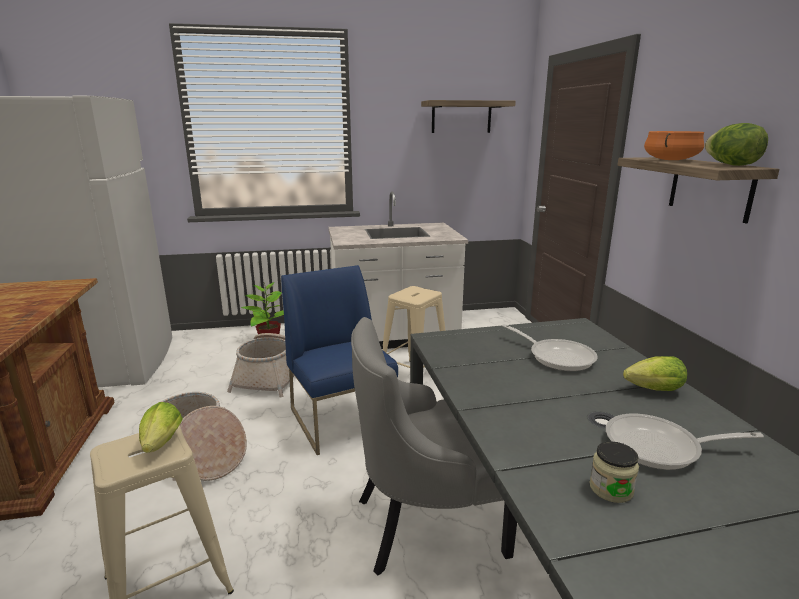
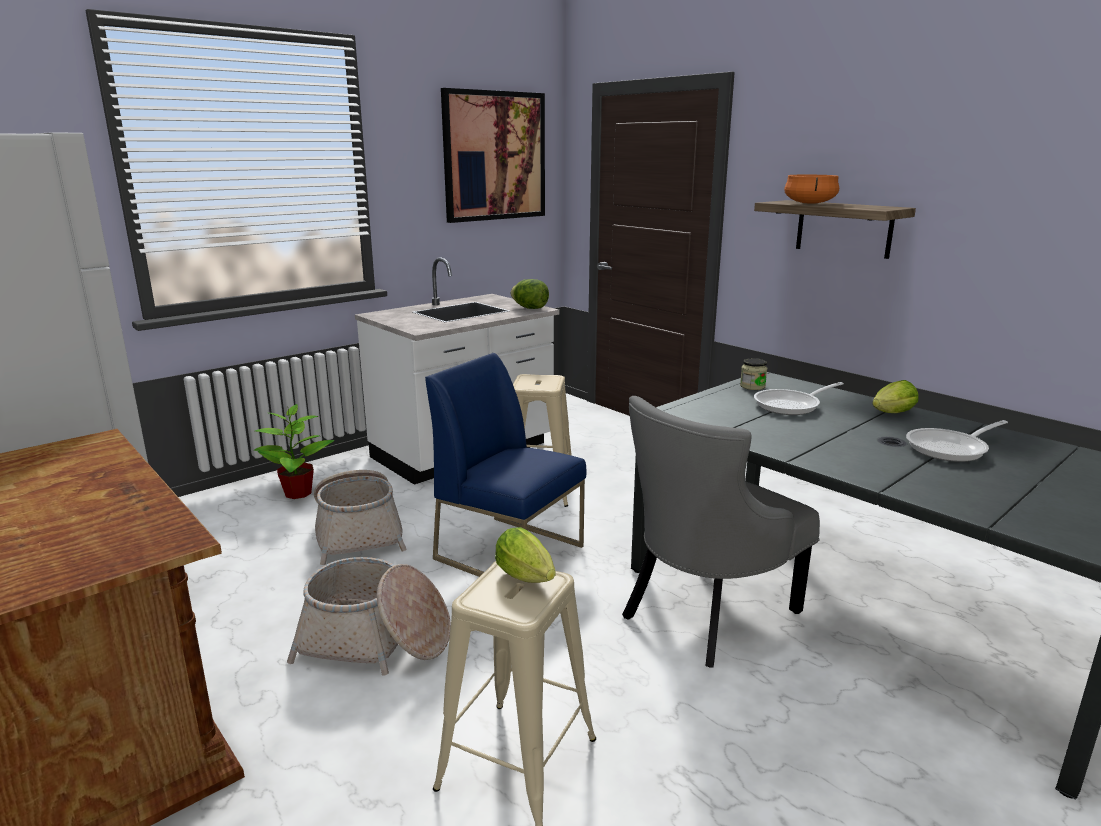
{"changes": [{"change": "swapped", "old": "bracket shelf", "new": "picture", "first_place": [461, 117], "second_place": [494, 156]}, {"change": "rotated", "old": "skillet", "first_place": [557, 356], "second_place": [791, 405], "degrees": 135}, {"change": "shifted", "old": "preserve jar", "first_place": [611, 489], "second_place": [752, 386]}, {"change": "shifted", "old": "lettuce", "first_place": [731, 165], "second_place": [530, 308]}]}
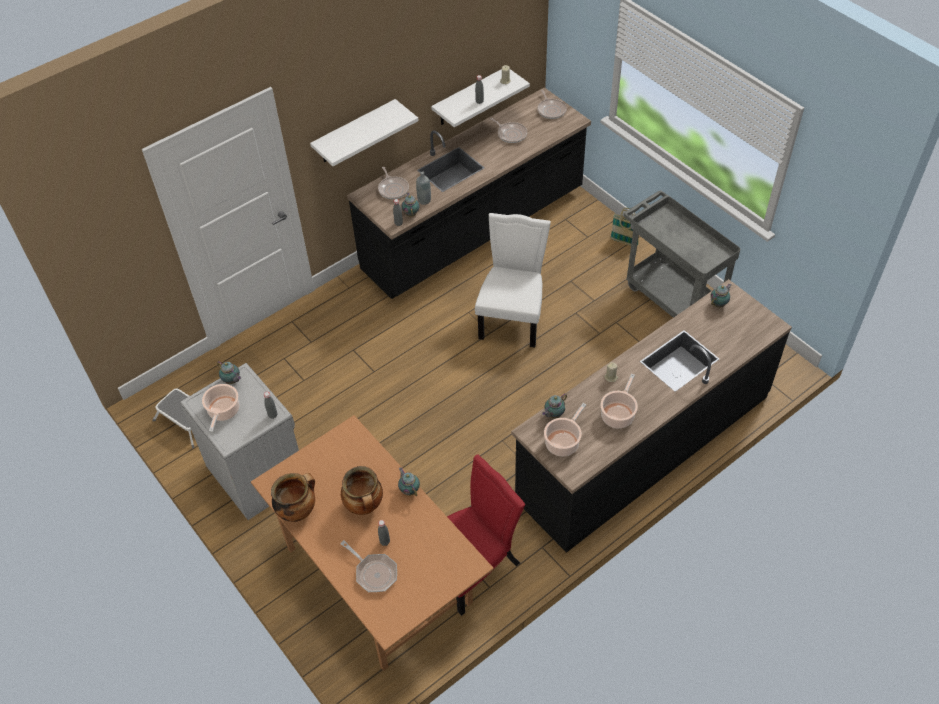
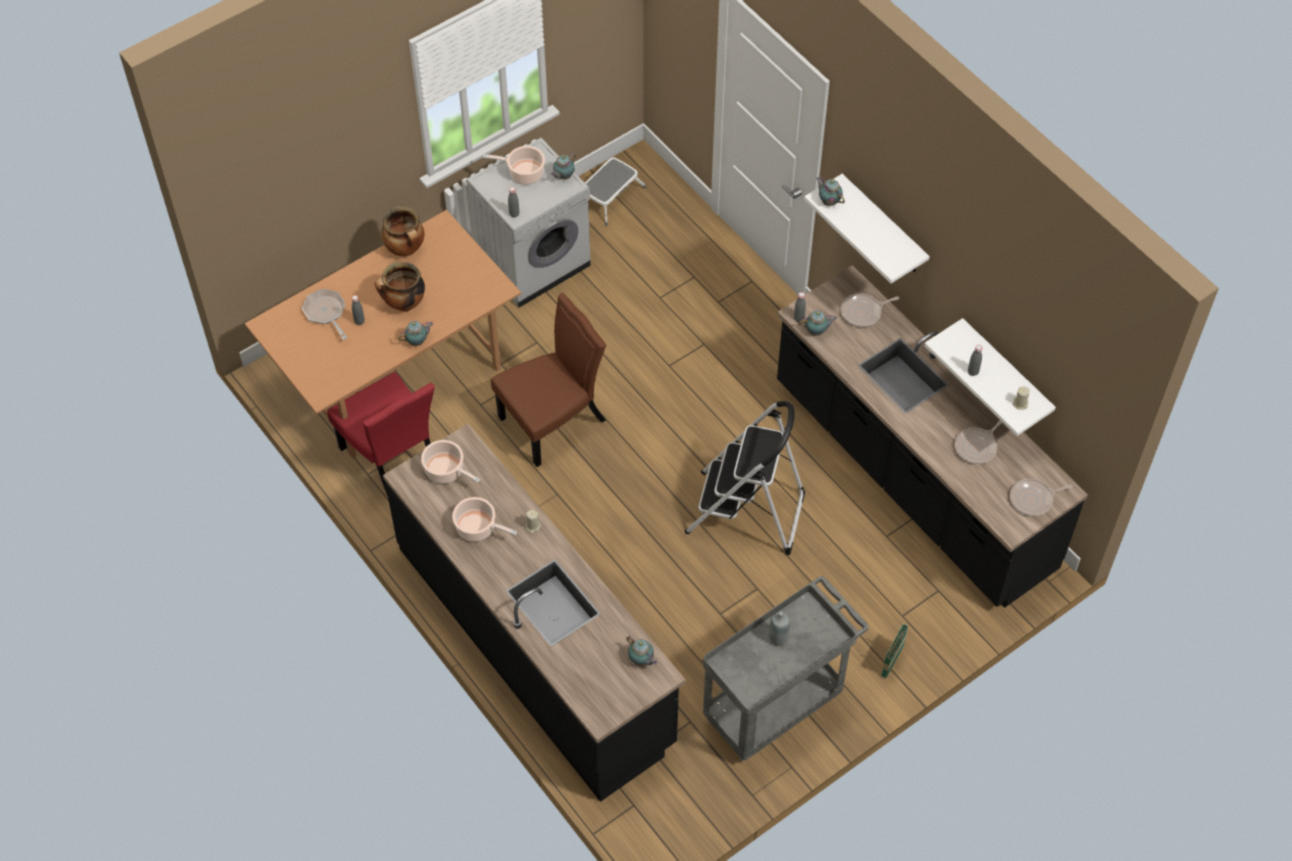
{"changes": [{"change": "rotated", "old": "skillet", "first_place": [374, 572], "second_place": [326, 313], "degrees": 105}, {"change": "shifted", "old": "grey bottle", "first_place": [424, 200], "second_place": [778, 638]}, {"change": "swapped", "old": "white upright chair", "new": "step stool", "first_place": [512, 319], "second_place": [748, 514]}, {"change": "shifted", "old": "pot for tea", "first_place": [553, 415], "second_place": [828, 201]}, {"change": "new", "new": "brown upright chair", "second_place": [552, 422]}]}
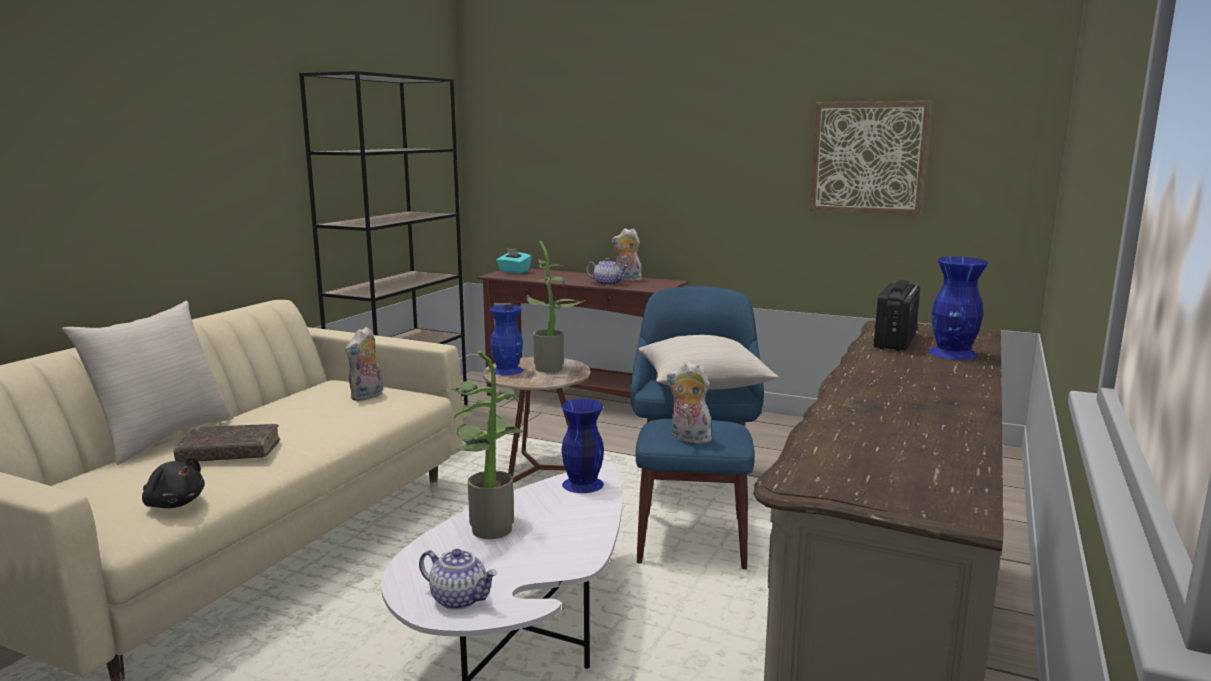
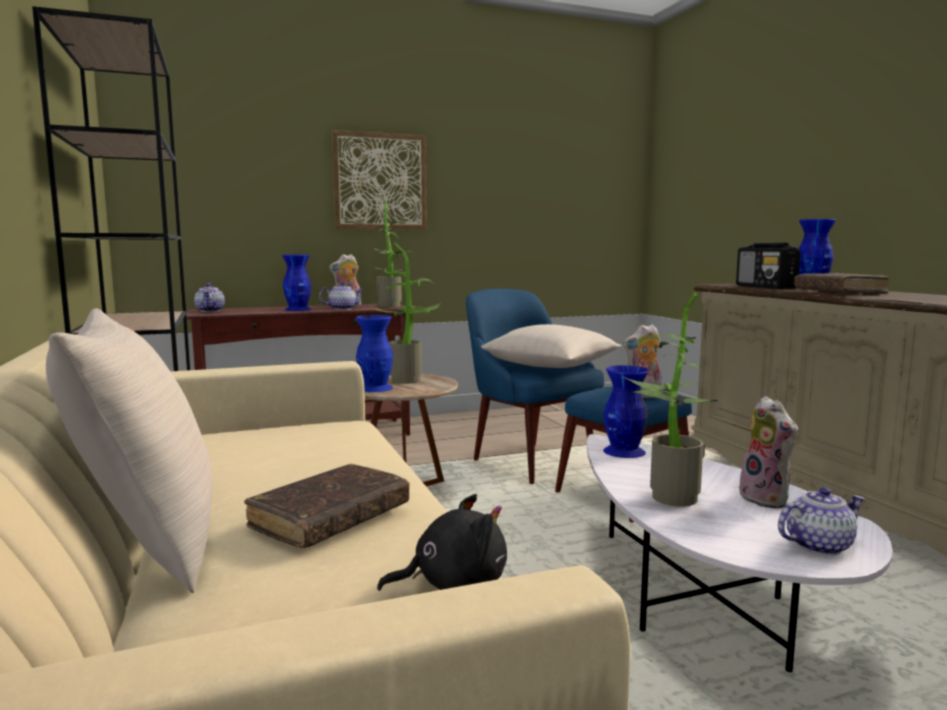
{"changes": [{"change": "shifted", "old": "soft toy", "first_place": [367, 396], "second_place": [767, 499]}, {"change": "swapped", "old": "turquoise tissue holder", "new": "pot for tea", "first_place": [514, 272], "second_place": [210, 311]}, {"change": "shifted", "old": "picture", "first_place": [868, 156], "second_place": [380, 180]}, {"change": "new", "new": "blue flower vase", "second_place": [298, 309]}, {"change": "new", "new": "potted plant", "second_place": [393, 306]}, {"change": "new", "new": "brown bound book", "second_place": [838, 292]}]}
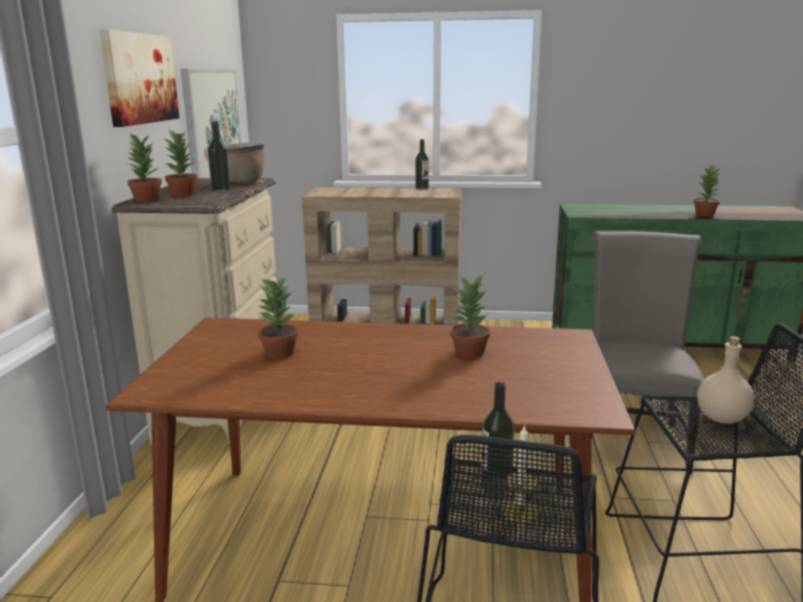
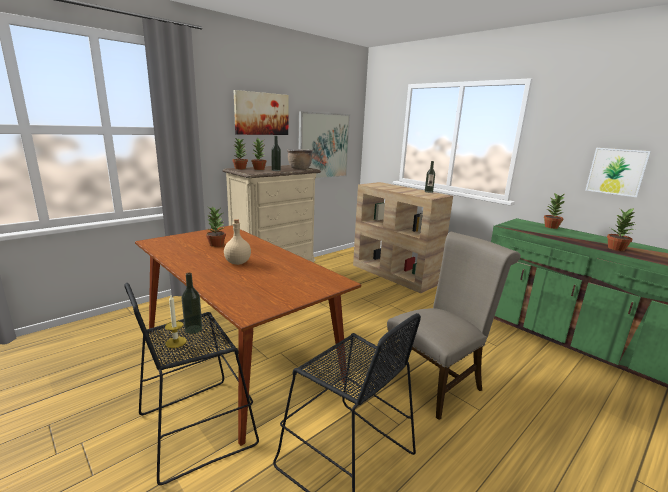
{"changes": [{"change": "shifted", "old": "potted plant", "first_place": [470, 353], "second_place": [551, 227]}, {"change": "shifted", "old": "beige bottle", "first_place": [722, 418], "second_place": [238, 263]}, {"change": "new", "new": "picture", "second_place": [616, 171]}]}
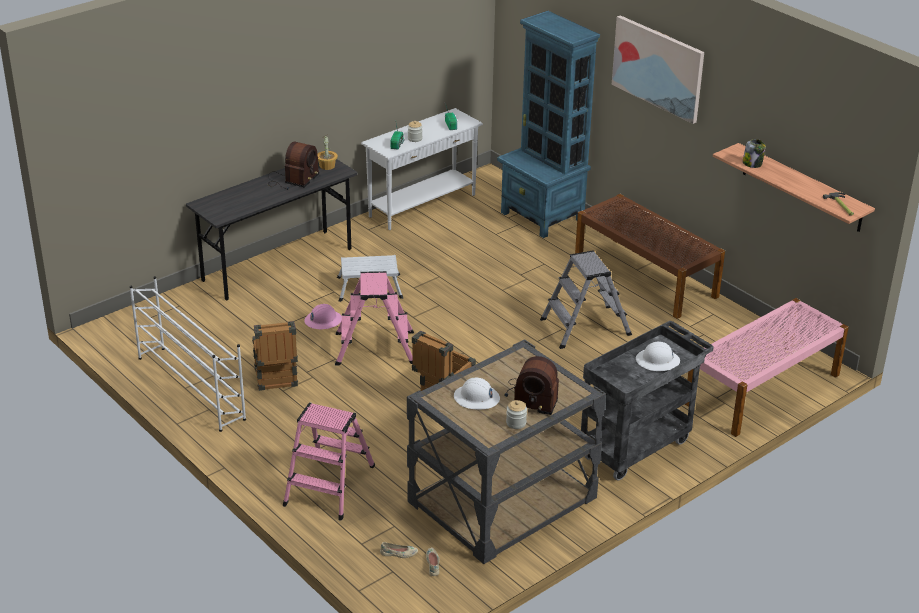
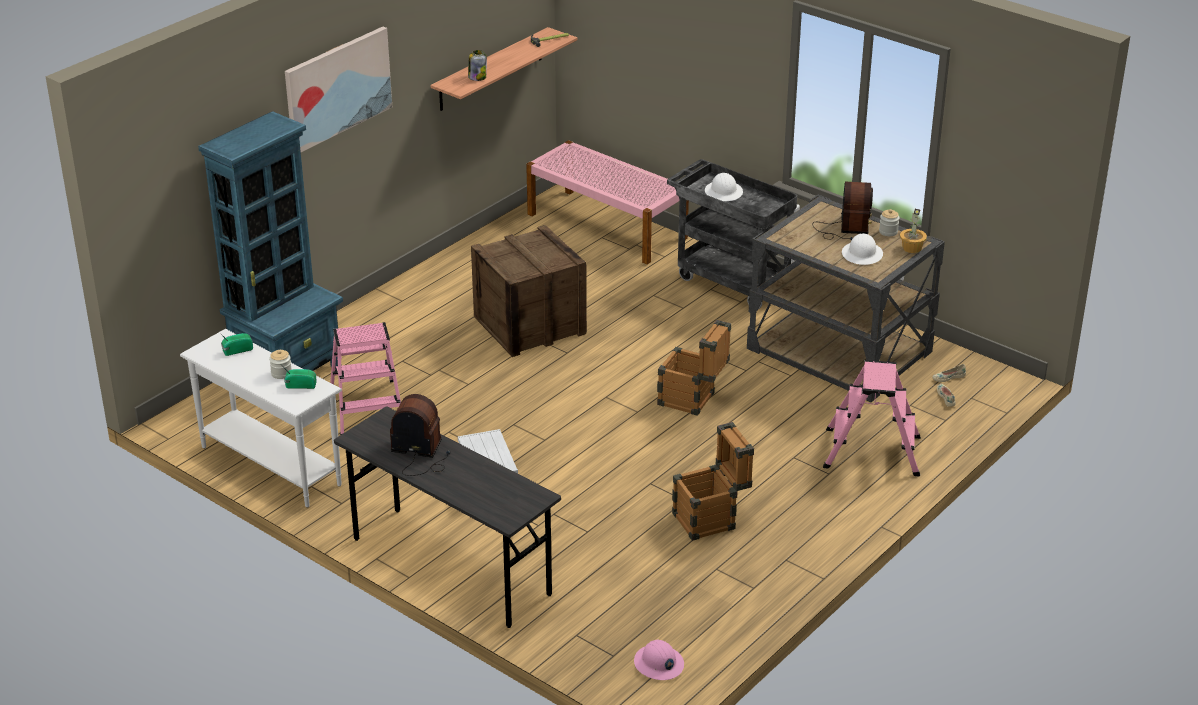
{"changes": [{"change": "gone", "old": "white shoe shelf", "first_place": [190, 388]}, {"change": "shifted", "old": "pink hard hat", "first_place": [323, 320], "second_place": [658, 664]}, {"change": "shifted", "old": "potted plant", "first_place": [327, 166], "second_place": [912, 248]}, {"change": "shifted", "old": "pink step stool", "first_place": [374, 348], "second_place": [367, 408]}, {"change": "swapped", "old": "grey step stool", "new": "crate", "first_place": [585, 327], "second_place": [529, 325]}, {"change": "gone", "old": "brown indoor bench", "first_place": [646, 277]}]}
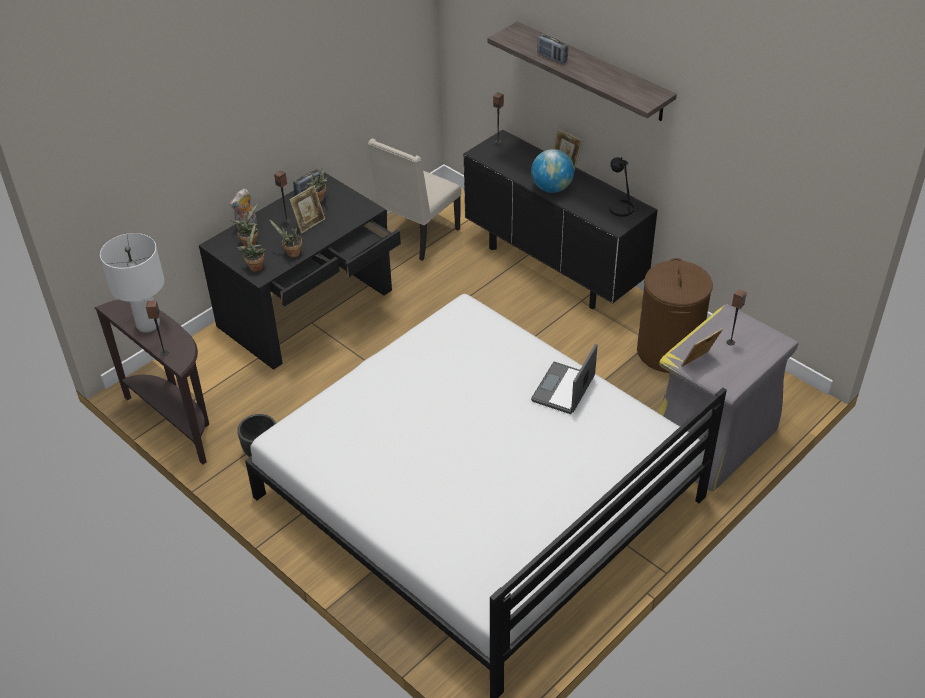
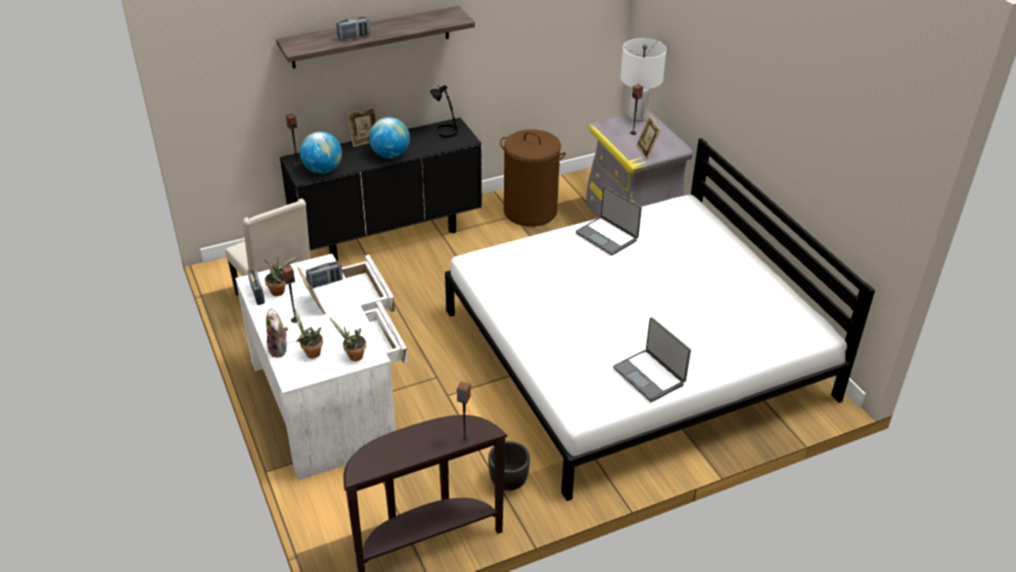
{"changes": [{"change": "shifted", "old": "white table lamp", "first_place": [148, 324], "second_place": [637, 117]}, {"change": "repainted", "old": "black desk table", "new": "white desk table", "first_place": [313, 311], "second_place": [331, 400]}, {"change": "gone", "old": "potted plant", "first_place": [291, 253]}, {"change": "new", "new": "desk globe", "second_place": [322, 170]}, {"change": "new", "new": "radio receiver", "second_place": [325, 283]}, {"change": "new", "new": "laptop", "second_place": [650, 376]}]}
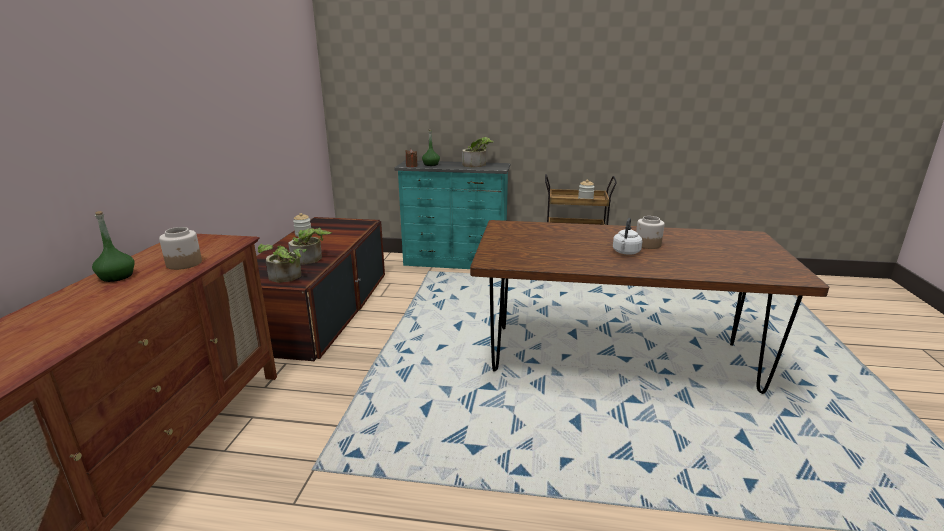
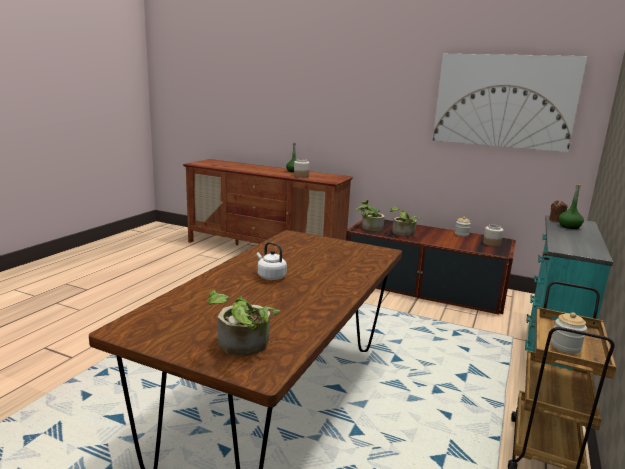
{"changes": [{"change": "shifted", "old": "potted plant", "first_place": [477, 164], "second_place": [242, 347]}, {"change": "shifted", "old": "preserve jar", "first_place": [648, 244], "second_place": [491, 244]}, {"change": "new", "new": "picture", "second_place": [504, 101]}]}
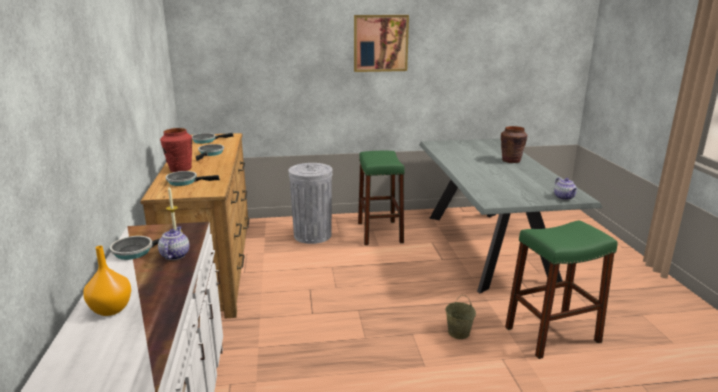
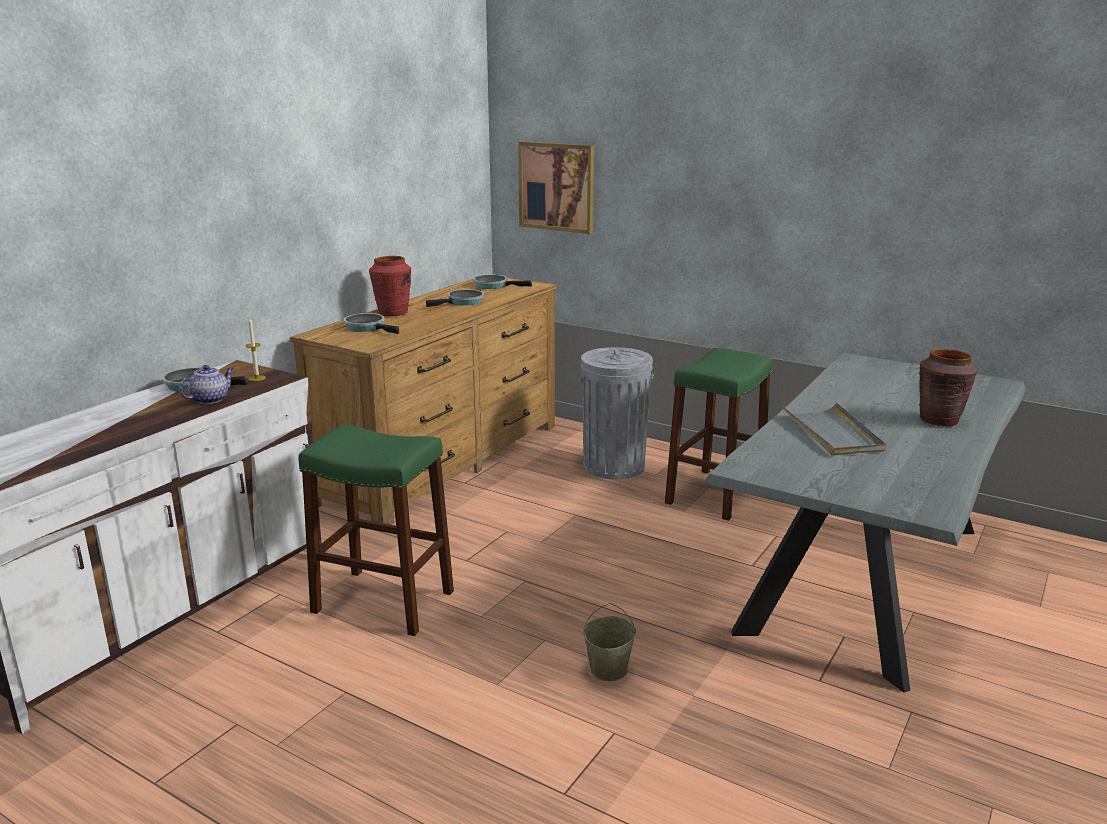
{"changes": [{"change": "gone", "old": "orangey flower vase", "first_place": [110, 309]}, {"change": "shifted", "old": "picture", "first_place": [380, 43], "second_place": [557, 187]}, {"change": "shifted", "old": "green-coloured stool", "first_place": [552, 334], "second_place": [383, 601]}, {"change": "gone", "old": "pot for tea", "first_place": [564, 197]}, {"change": "new", "new": "grey serving tray", "second_place": [832, 433]}]}
